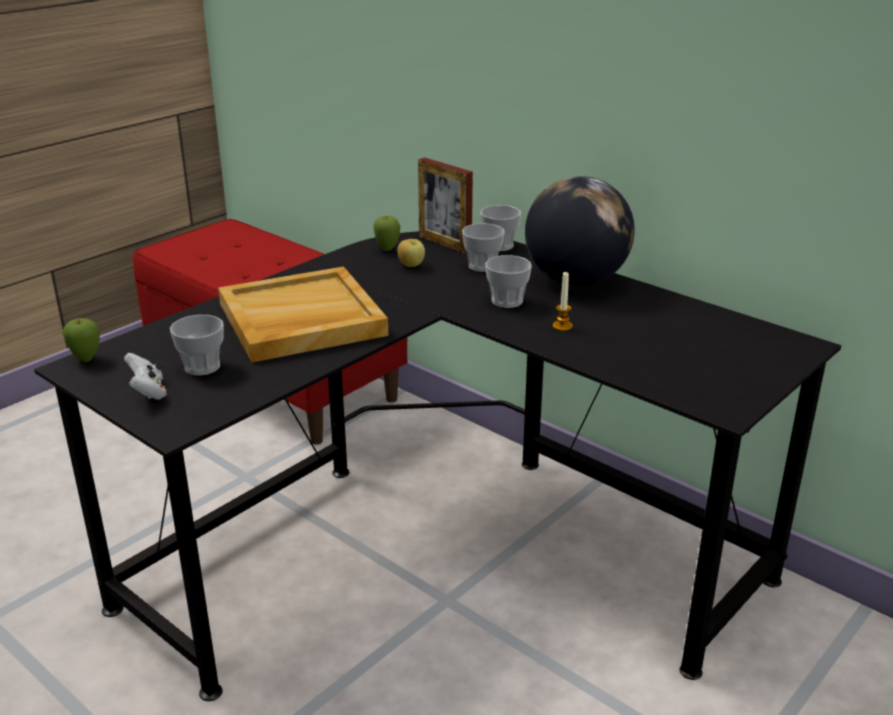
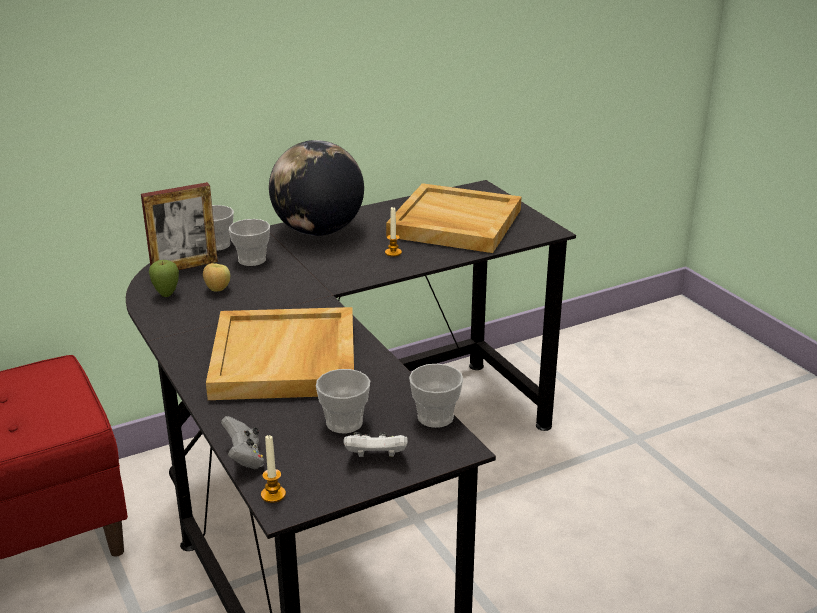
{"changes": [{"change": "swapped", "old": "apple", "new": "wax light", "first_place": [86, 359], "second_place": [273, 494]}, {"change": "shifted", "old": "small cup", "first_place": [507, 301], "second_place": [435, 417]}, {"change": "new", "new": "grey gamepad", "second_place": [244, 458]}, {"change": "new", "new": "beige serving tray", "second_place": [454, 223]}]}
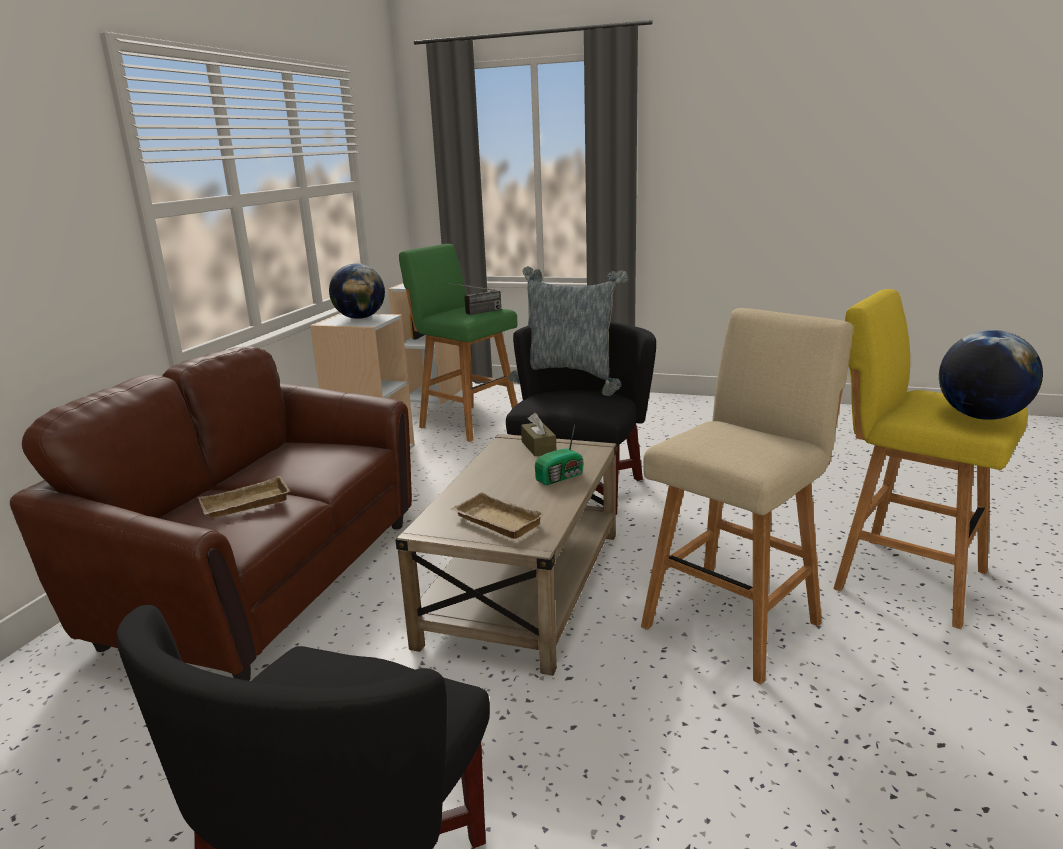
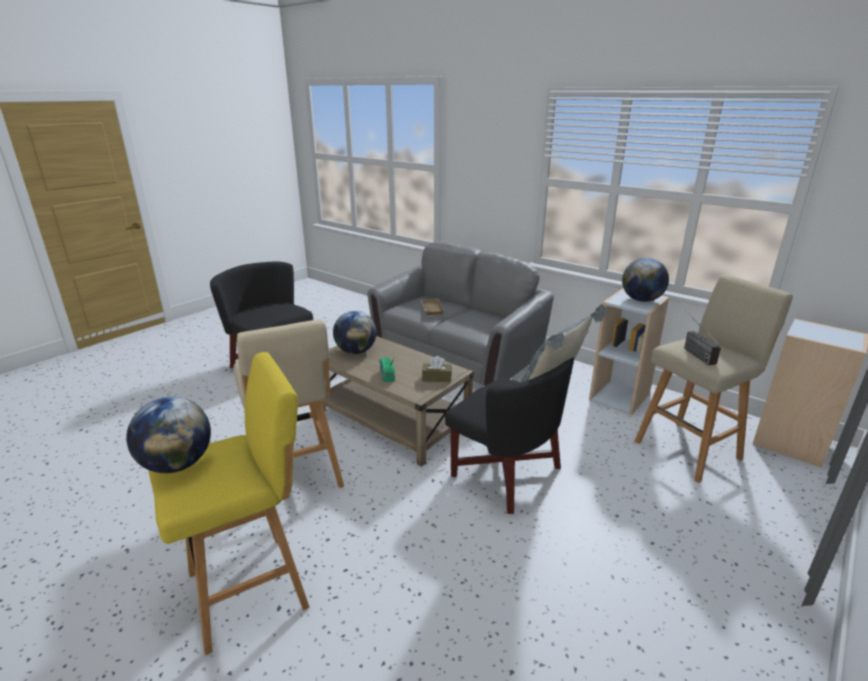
{"changes": [{"change": "repainted", "old": "brown sofa", "new": "grey sofa", "first_place": [262, 579], "second_place": [458, 357]}, {"change": "repainted", "old": "green-coloured stool", "new": "beige stool", "first_place": [467, 422], "second_place": [689, 449]}, {"change": "swapped", "old": "beige serving tray", "new": "desk globe", "first_place": [494, 522], "second_place": [356, 351]}]}
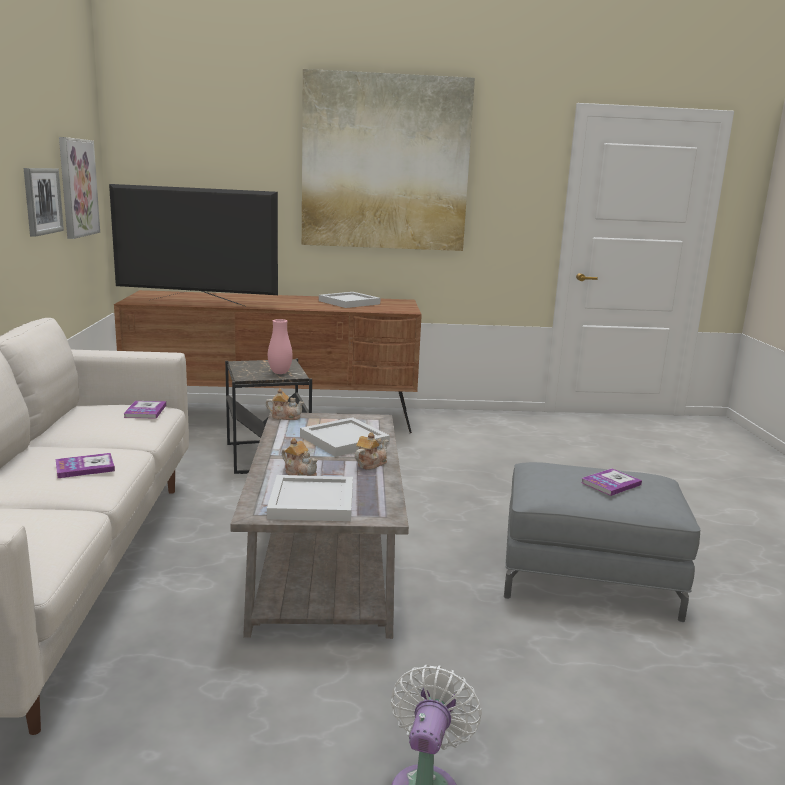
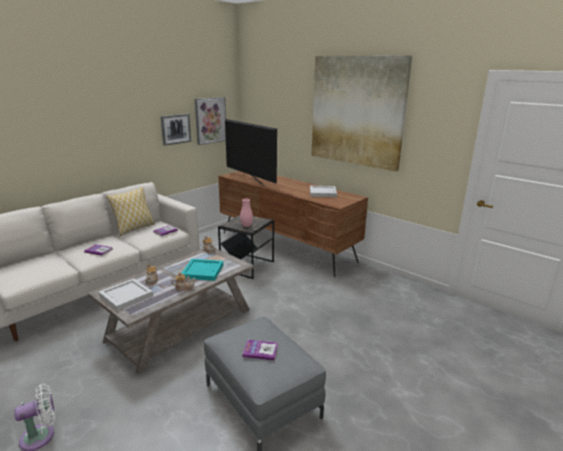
{"changes": [{"change": "repainted", "old": "white serving tray", "new": "turquoise serving tray", "first_place": [342, 440], "second_place": [202, 271]}, {"change": "new", "new": "throw pillow", "second_place": [134, 229]}]}
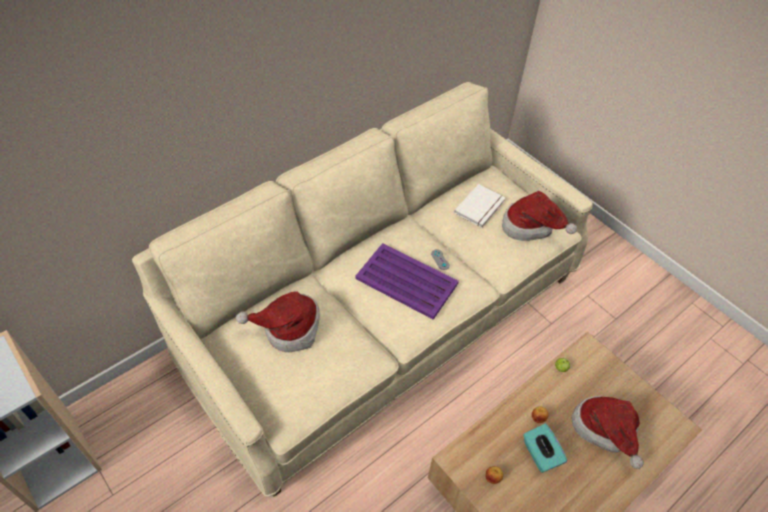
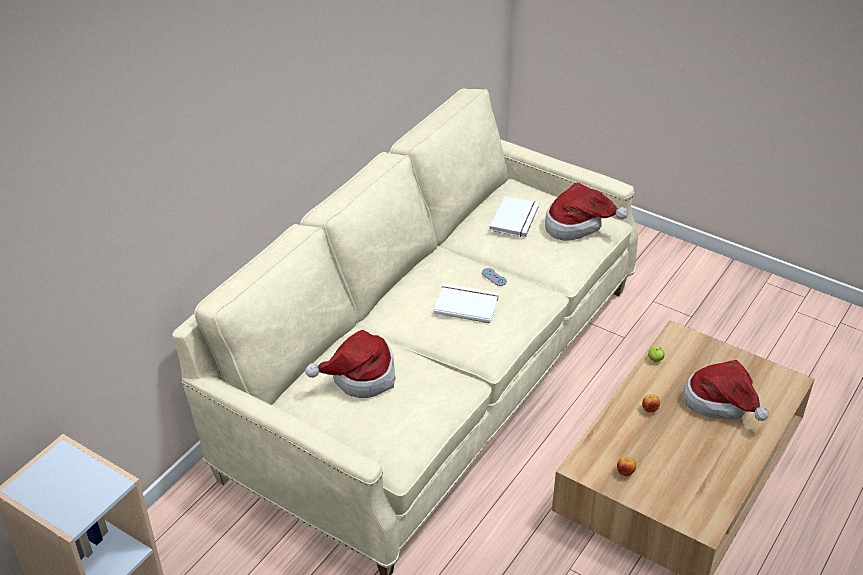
{"changes": [{"change": "swapped", "old": "purplish serving tray", "new": "white bound book", "first_place": [406, 280], "second_place": [466, 304]}, {"change": "gone", "old": "turquoise tissue holder", "first_place": [540, 454]}]}
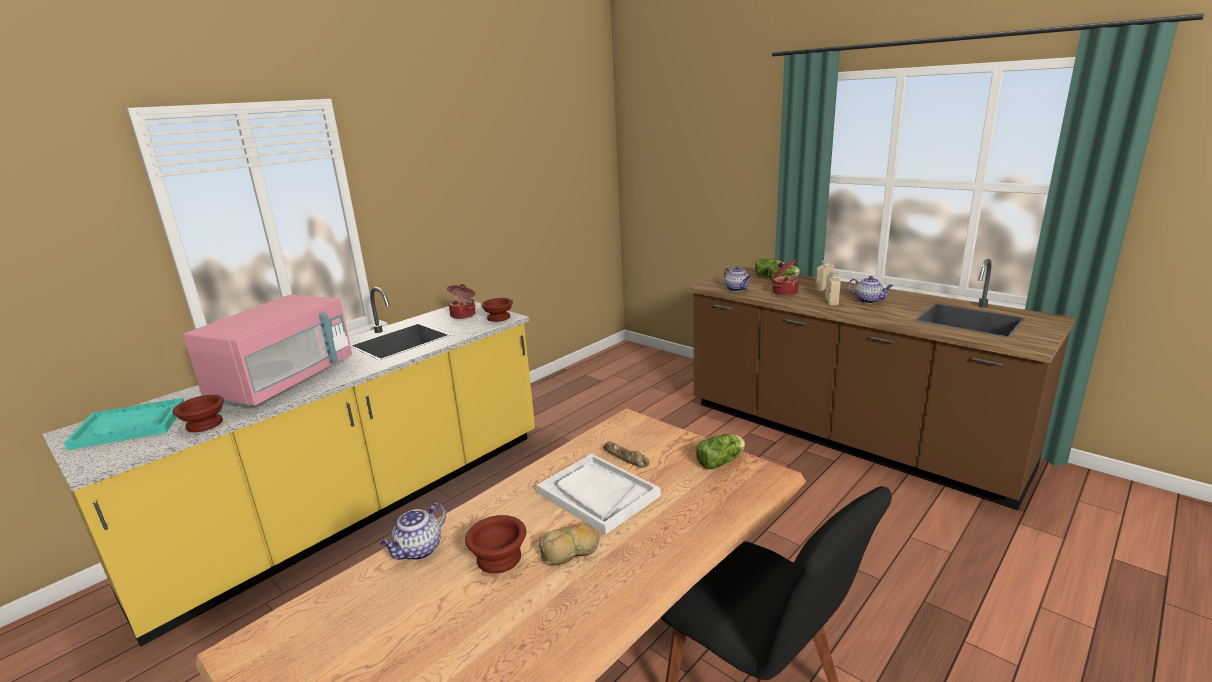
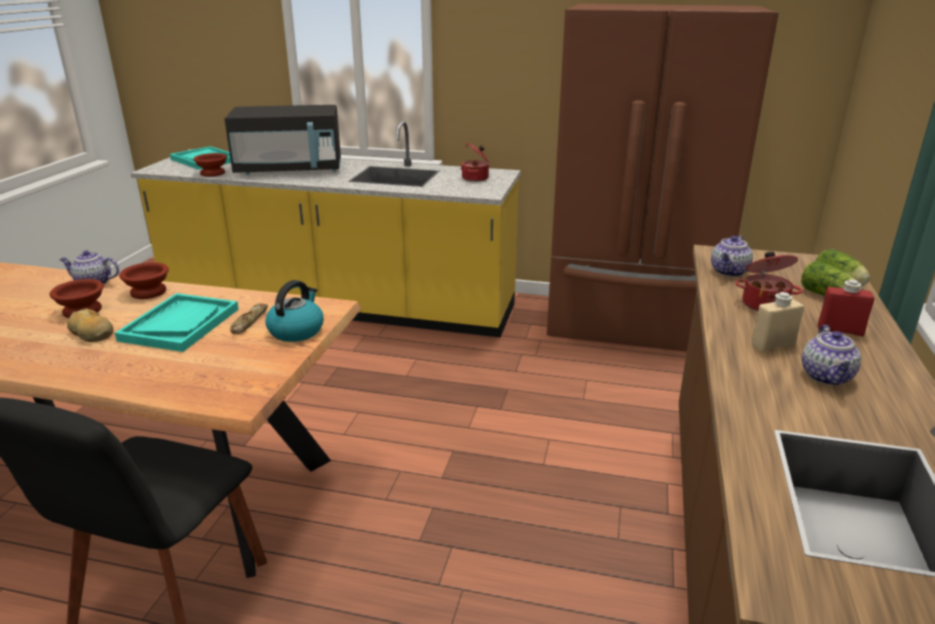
{"changes": [{"change": "repainted", "old": "pink kitchen microwave", "new": "black kitchen microwave", "first_place": [284, 381], "second_place": [290, 170]}, {"change": "shifted", "old": "brown serving bowl", "first_place": [498, 317], "second_place": [149, 291]}, {"change": "repainted", "old": "white serving tray", "new": "turquoise serving tray", "first_place": [597, 494], "second_place": [180, 324]}, {"change": "gone", "old": "lettuce", "first_place": [722, 461]}, {"change": "repainted", "old": "beige bottle", "new": "red bottle", "first_place": [823, 287], "second_place": [840, 331]}, {"change": "new", "new": "kettle", "second_place": [296, 330]}, {"change": "new", "new": "brown refrigerator", "second_place": [631, 328]}]}
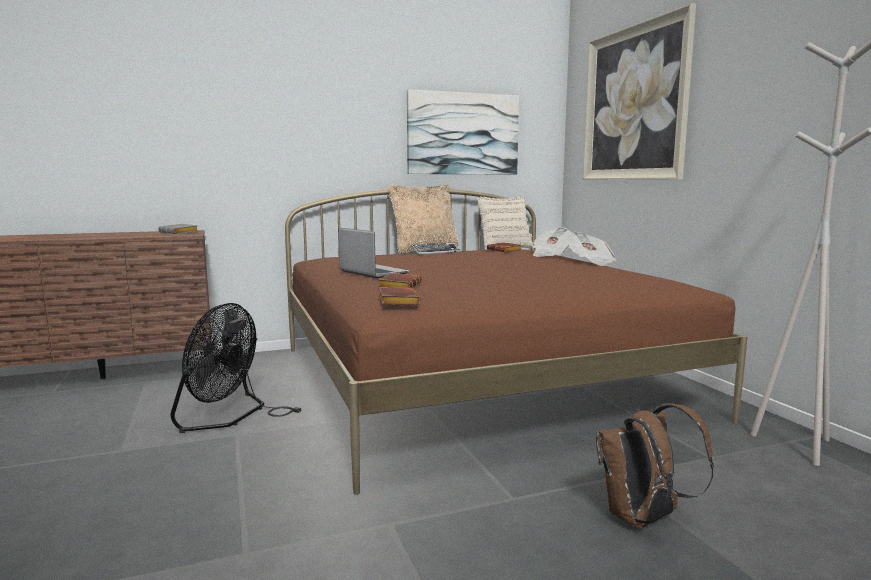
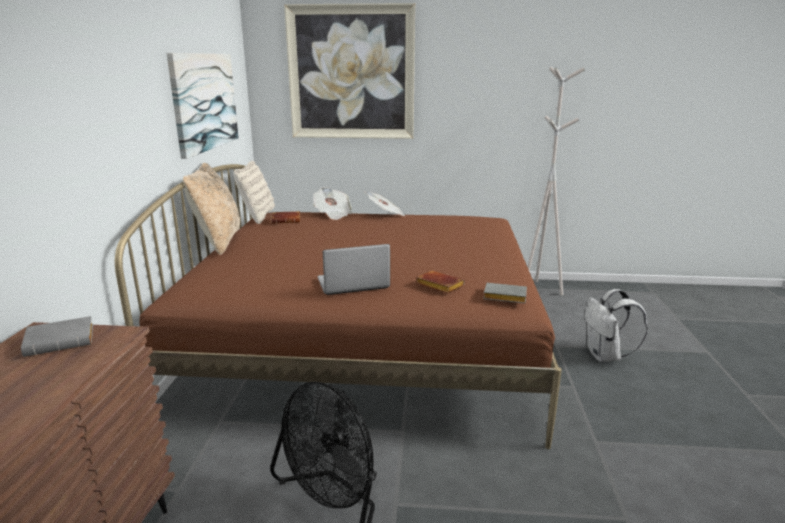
{"changes": [{"change": "repainted", "old": "brown bound book", "new": "grey bound book", "first_place": [396, 301], "second_place": [503, 297]}, {"change": "gone", "old": "PC keyboard", "first_place": [436, 252]}, {"change": "repainted", "old": "brown knapsack", "new": "white knapsack", "first_place": [643, 520], "second_place": [605, 356]}]}
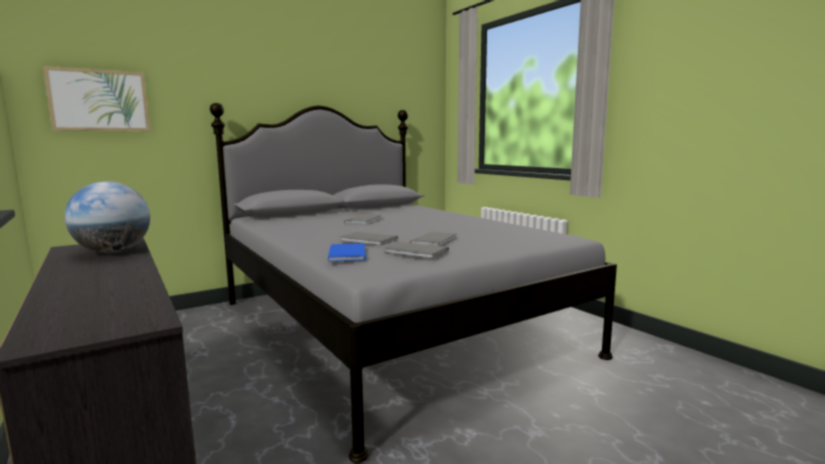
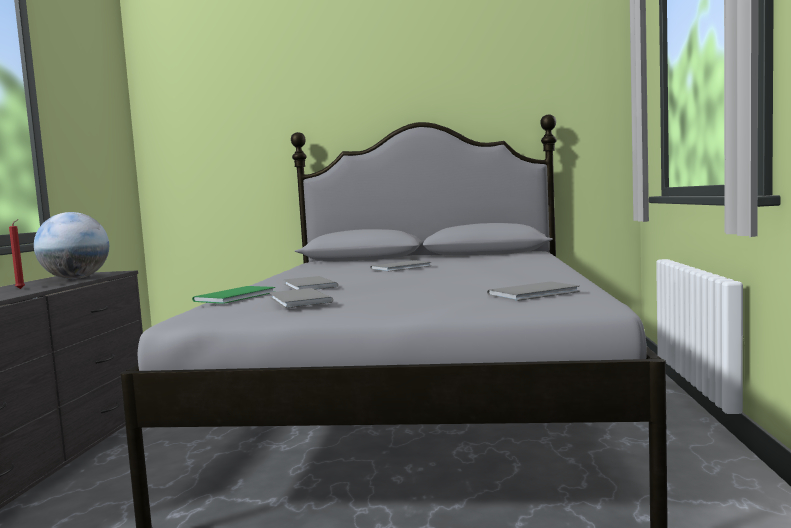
{"changes": [{"change": "gone", "old": "picture", "first_place": [99, 100]}, {"change": "repainted", "old": "blue bound book", "new": "green-coloured bound book", "first_place": [349, 253], "second_place": [238, 296]}, {"change": "shifted", "old": "grey bound book", "first_place": [436, 240], "second_place": [536, 293]}, {"change": "new", "new": "red wax light", "second_place": [21, 288]}]}
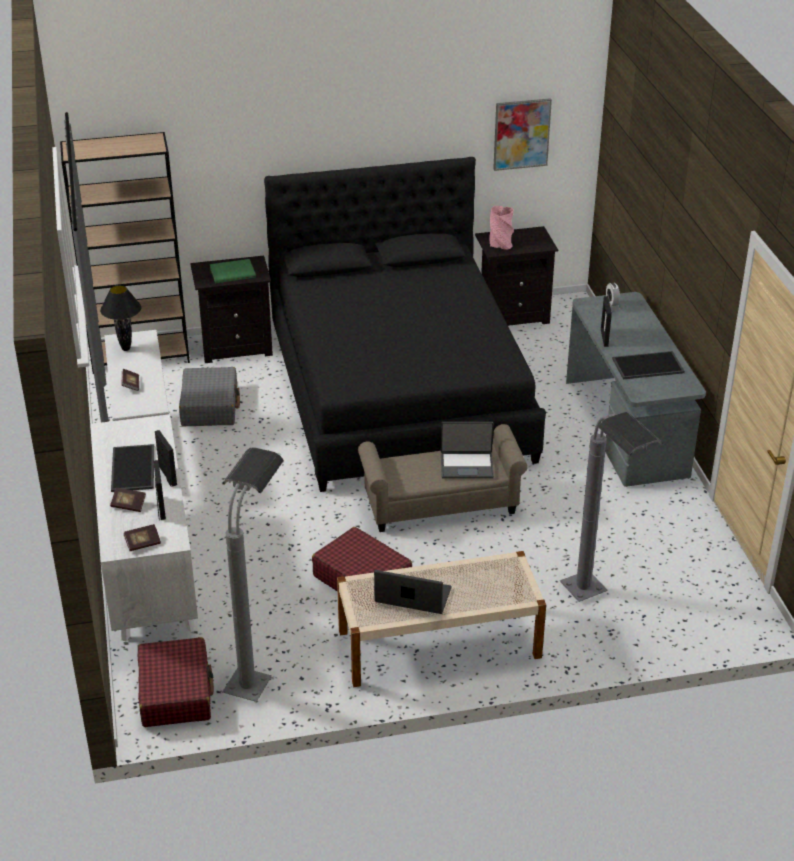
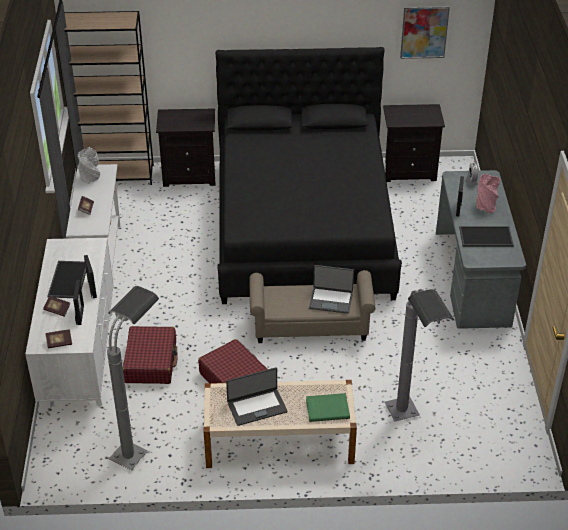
{"changes": [{"change": "swapped", "old": "black table lamp", "new": "grey flower vase", "first_place": [126, 348], "second_place": [90, 178]}, {"change": "shifted", "old": "red piece of luggage", "first_place": [175, 692], "second_place": [151, 362]}, {"change": "gone", "old": "grey piece of luggage", "first_place": [210, 406]}, {"change": "shifted", "old": "green-coloured bound book", "first_place": [232, 272], "second_place": [327, 408]}, {"change": "rotated", "old": "laptop", "first_place": [412, 596], "second_place": [257, 407], "degrees": 135}, {"change": "shifted", "old": "pink flower vase", "first_place": [500, 243], "second_place": [485, 206]}]}
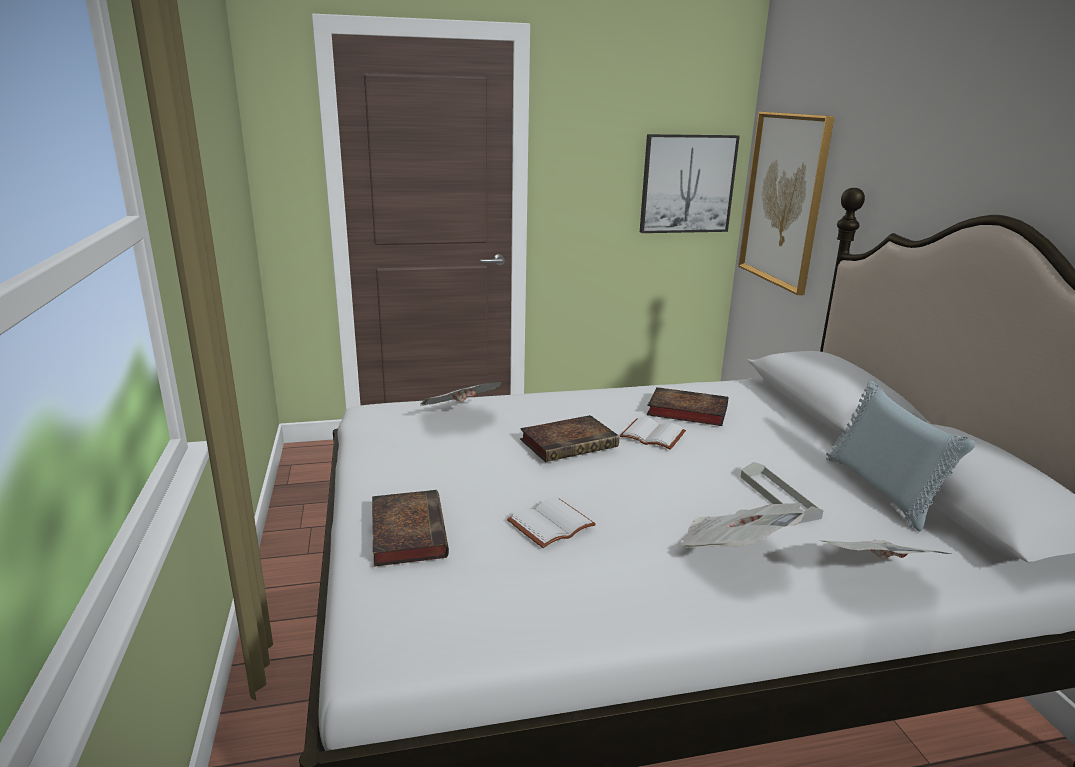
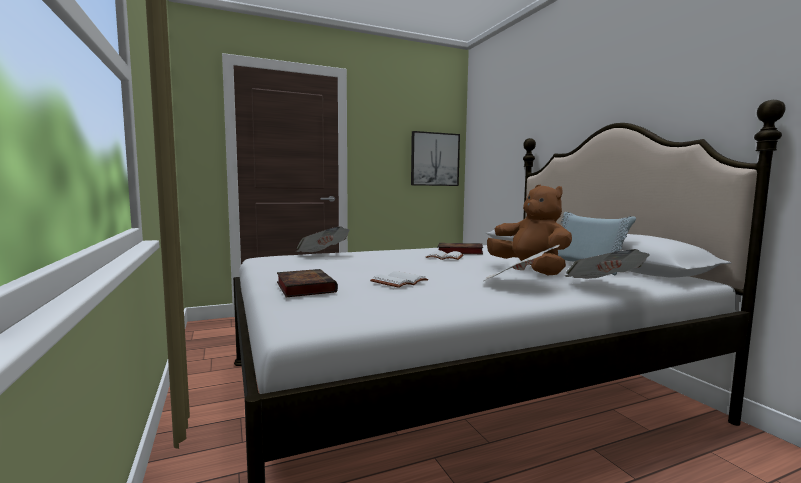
{"changes": [{"change": "gone", "old": "bound book", "first_place": [570, 443]}, {"change": "gone", "old": "picture", "first_place": [784, 200]}, {"change": "swapped", "old": "grey serving tray", "new": "brown soft toy", "first_place": [779, 497], "second_place": [530, 270]}]}
